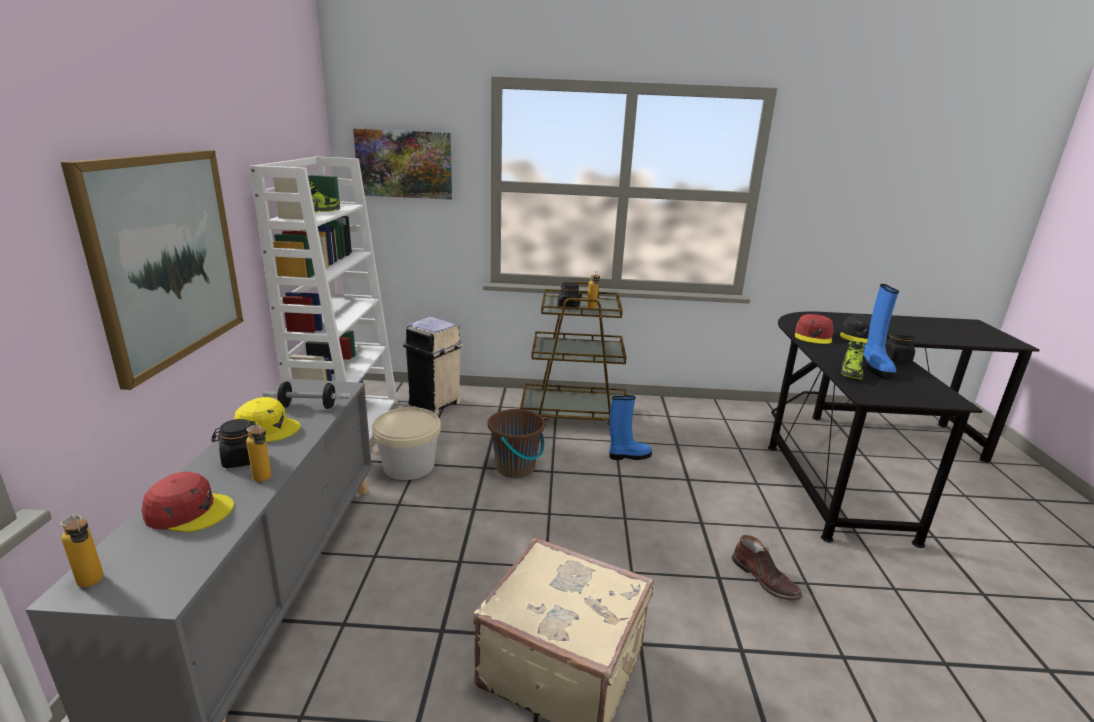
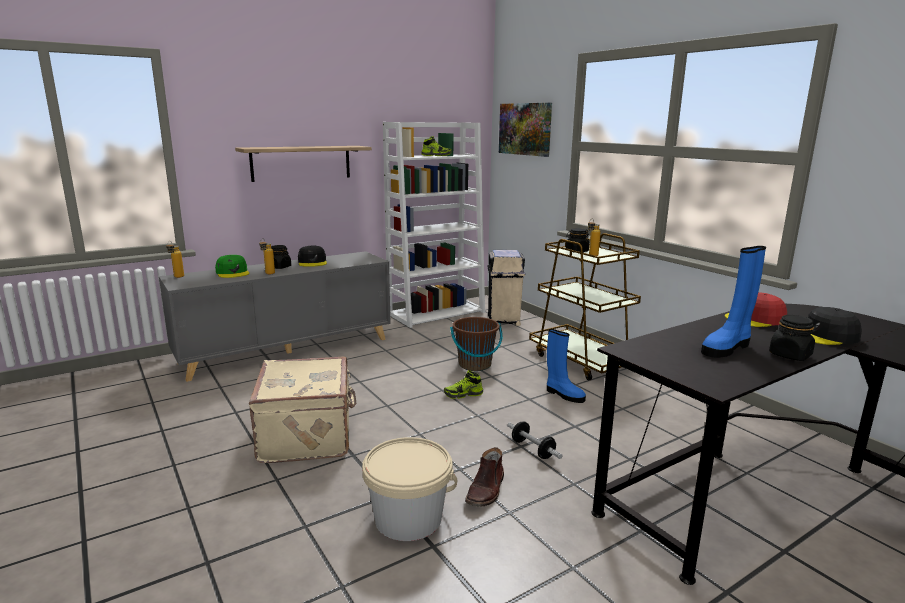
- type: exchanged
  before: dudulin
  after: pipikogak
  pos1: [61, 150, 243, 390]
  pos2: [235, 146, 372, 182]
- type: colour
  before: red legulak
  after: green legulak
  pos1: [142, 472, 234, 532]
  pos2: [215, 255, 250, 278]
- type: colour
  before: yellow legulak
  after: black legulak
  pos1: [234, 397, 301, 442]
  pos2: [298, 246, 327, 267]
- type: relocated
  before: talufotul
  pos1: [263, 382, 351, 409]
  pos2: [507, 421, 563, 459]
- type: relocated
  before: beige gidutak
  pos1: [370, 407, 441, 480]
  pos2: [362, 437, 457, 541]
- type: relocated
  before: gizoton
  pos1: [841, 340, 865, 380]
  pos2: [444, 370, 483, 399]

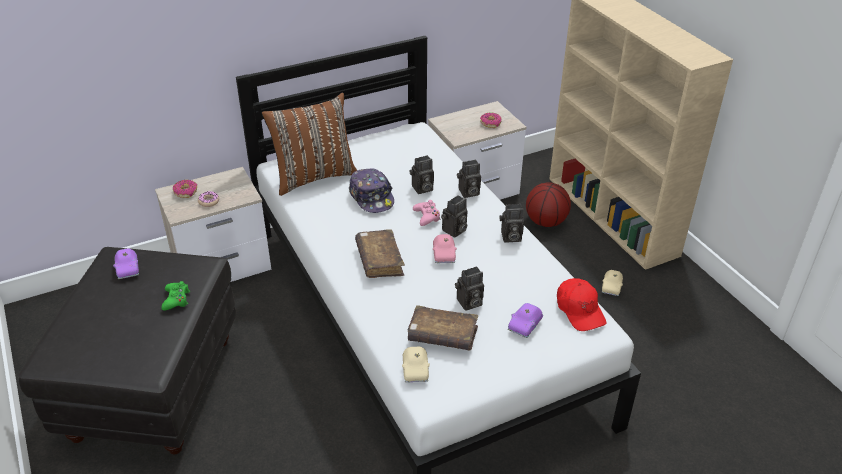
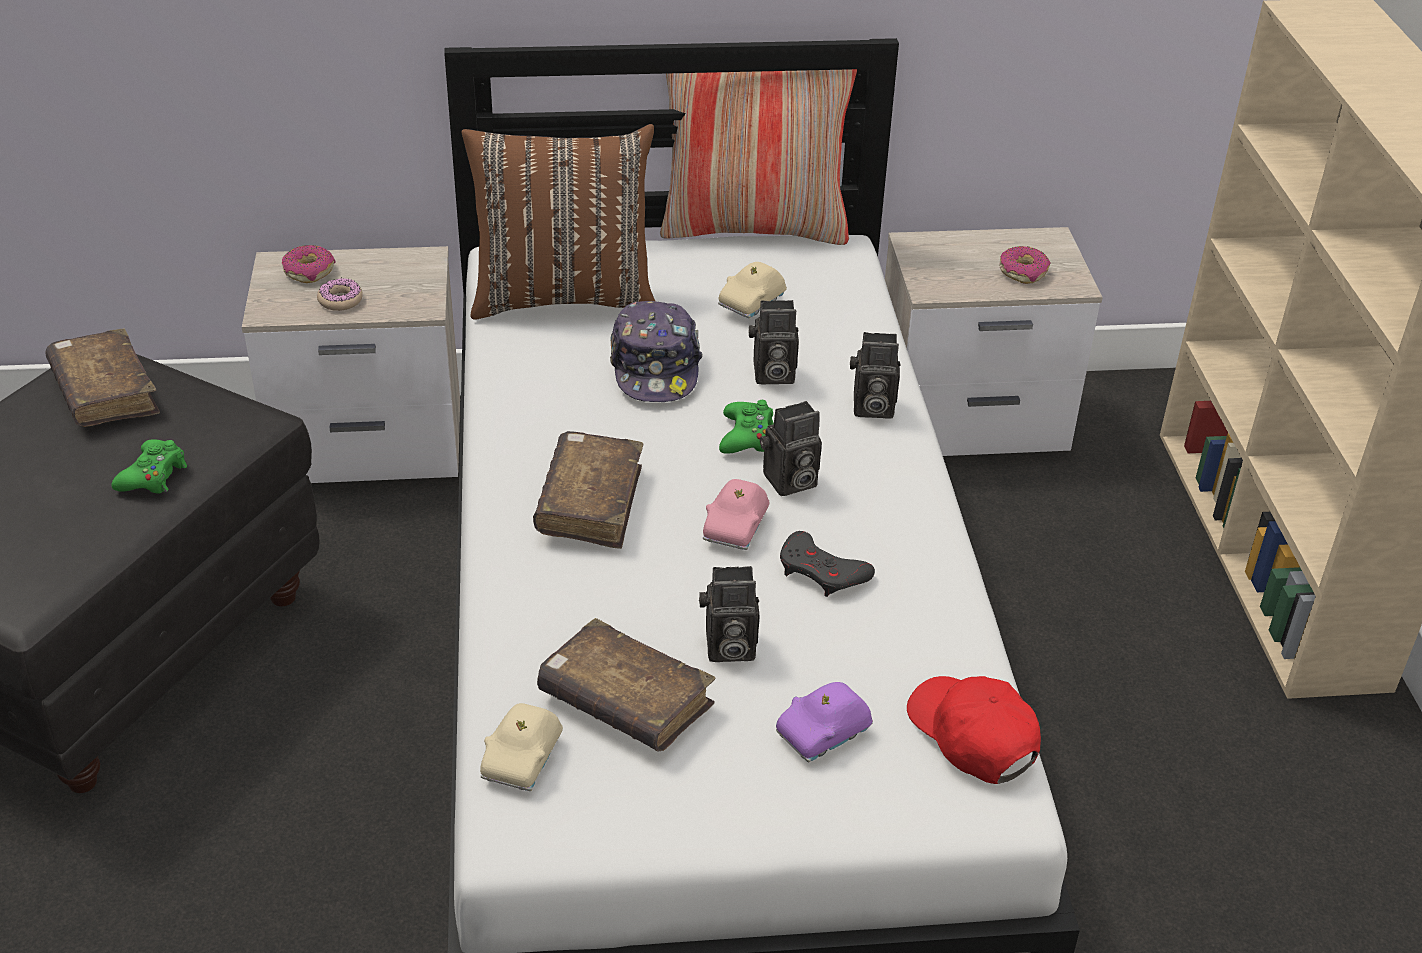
- type: exchanged
  before: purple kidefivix
  after: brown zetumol
  pos1: [113, 248, 139, 279]
  pos2: [45, 328, 160, 427]
- type: colour
  before: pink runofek
  after: green runofek
  pos1: [413, 200, 441, 226]
  pos2: [719, 400, 774, 454]
- type: missing
  before: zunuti
  pos1: [500, 204, 524, 243]
- type: missing
  before: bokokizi
  pos1: [526, 182, 571, 227]
- type: spun
  before: red legulak
  pos1: [557, 278, 606, 331]
  pos2: [907, 676, 1041, 784]
  turn: 150
- type: relocated
  before: beige kidefivix
  pos1: [602, 270, 623, 296]
  pos2: [718, 262, 787, 318]
- type: appeared
  after: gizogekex
  pos2: [660, 69, 857, 245]
- type: appeared
  after: grey runofek
  pos2: [780, 531, 875, 597]

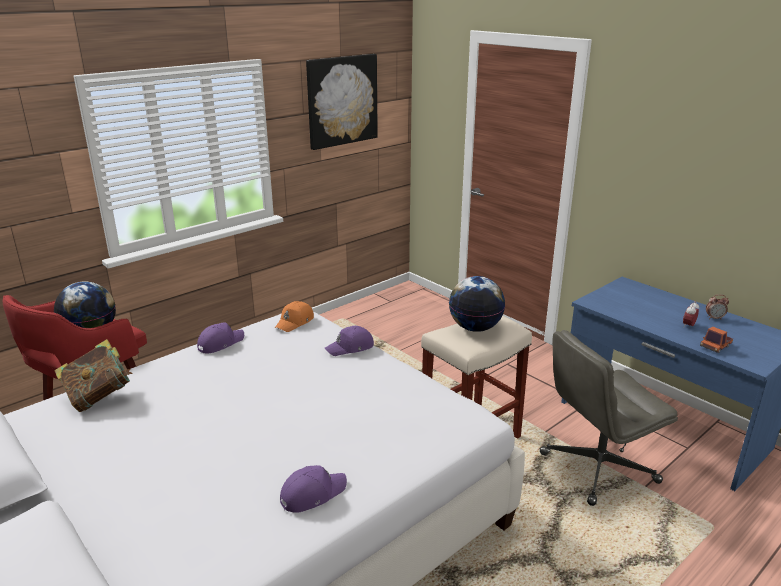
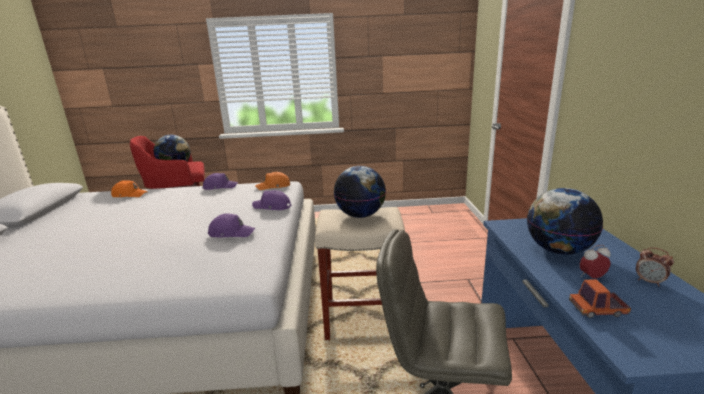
- type: exchanged
  before: zetumol
  after: orange legulak
  pos1: [54, 339, 133, 412]
  pos2: [111, 180, 148, 197]
- type: relocated
  before: purple legulak
  pos1: [280, 465, 347, 513]
  pos2: [208, 214, 255, 237]
- type: missing
  before: dudulin
  pos1: [306, 54, 378, 150]
- type: appeared
  after: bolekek
  pos2: [527, 188, 603, 255]

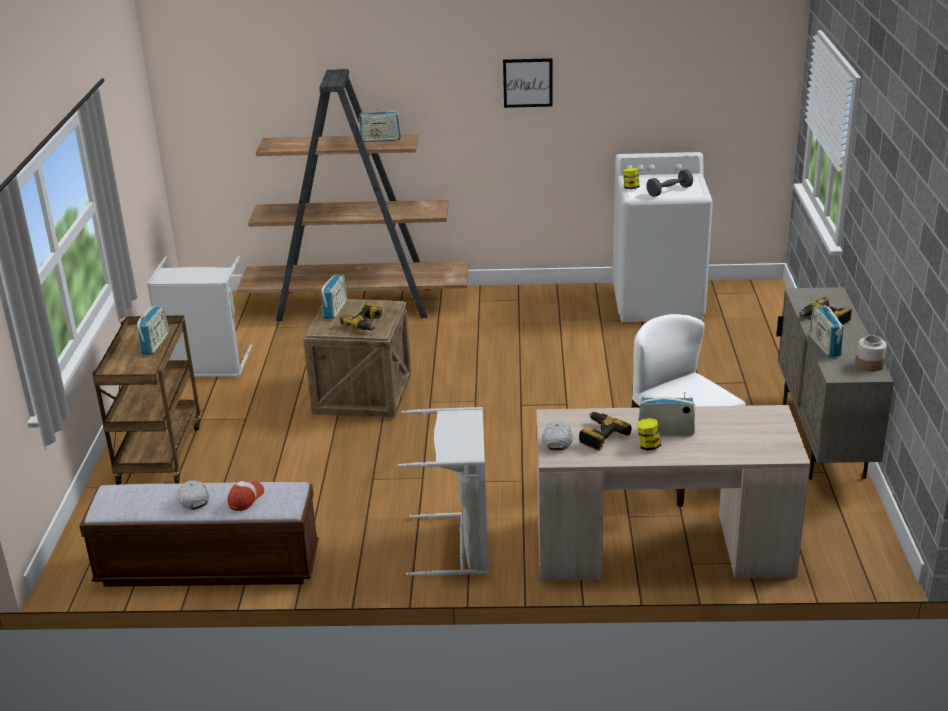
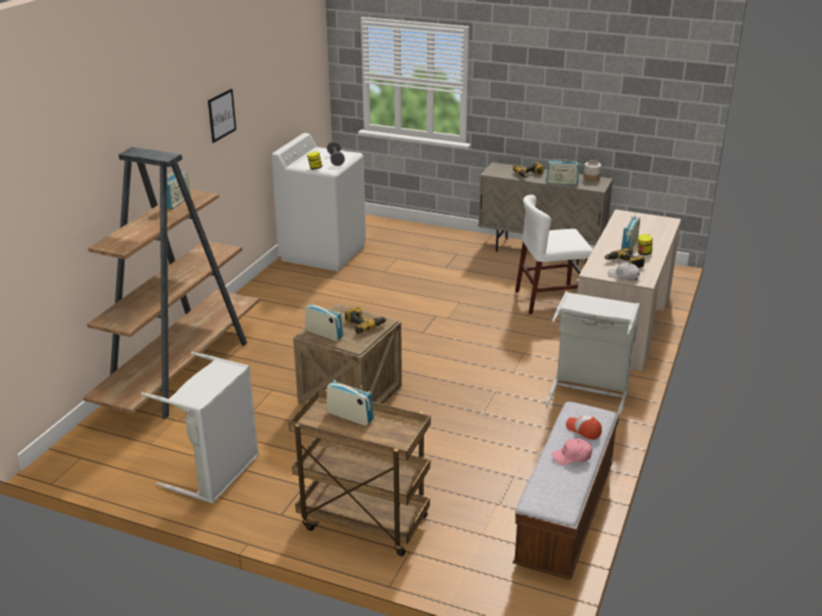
- type: colour
  before: white legulak
  after: pink legulak
  pos1: [176, 480, 209, 510]
  pos2: [552, 438, 592, 465]

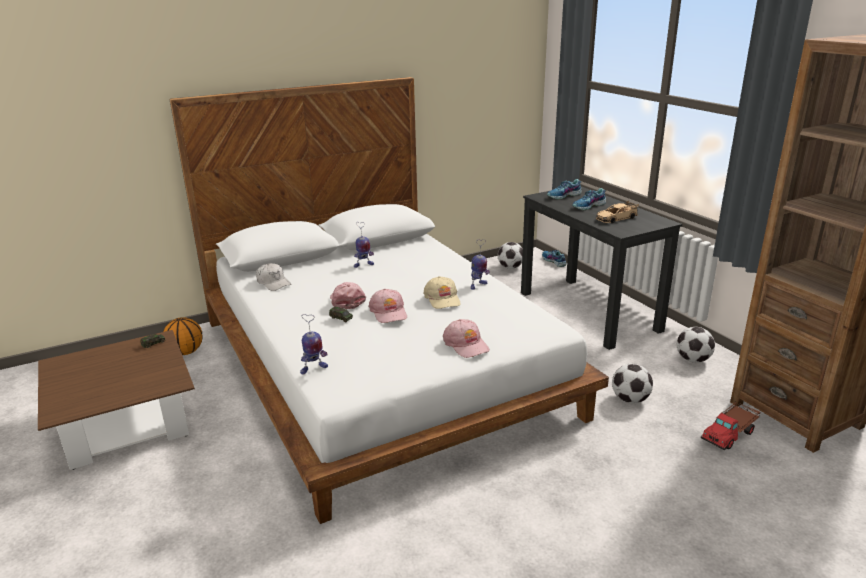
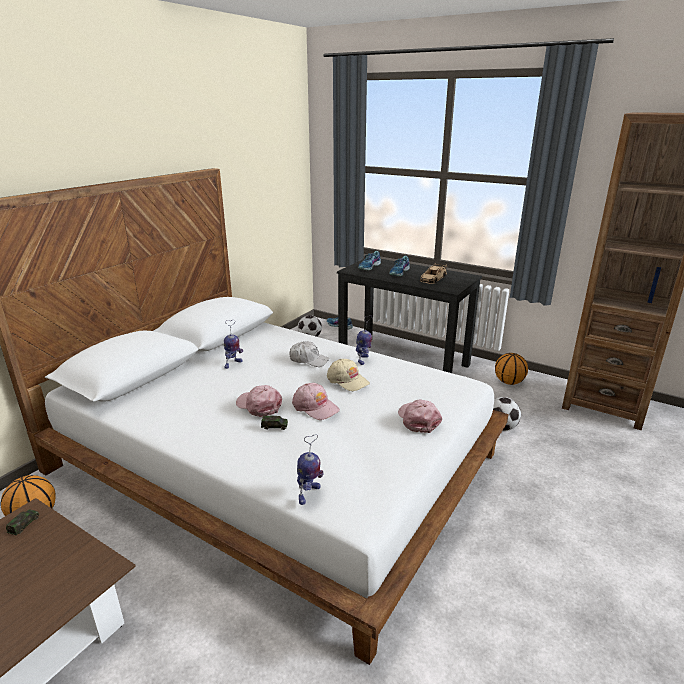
- type: relocated
  before: white legulak
  pos1: [256, 263, 291, 291]
  pos2: [289, 341, 329, 367]
- type: spun
  before: pink legulak
  pos1: [443, 319, 490, 358]
  pos2: [398, 399, 442, 433]
  turn: -135
- type: exchanged
  before: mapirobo
  after: bokokizi
  pos1: [677, 327, 715, 363]
  pos2: [495, 353, 528, 385]
- type: missing
  before: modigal
  pos1: [701, 402, 760, 450]

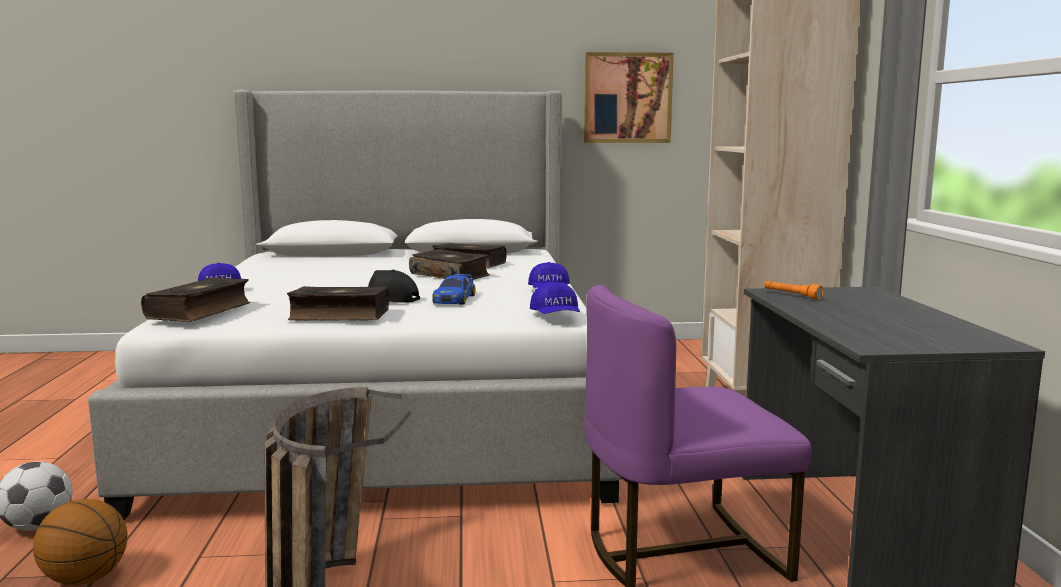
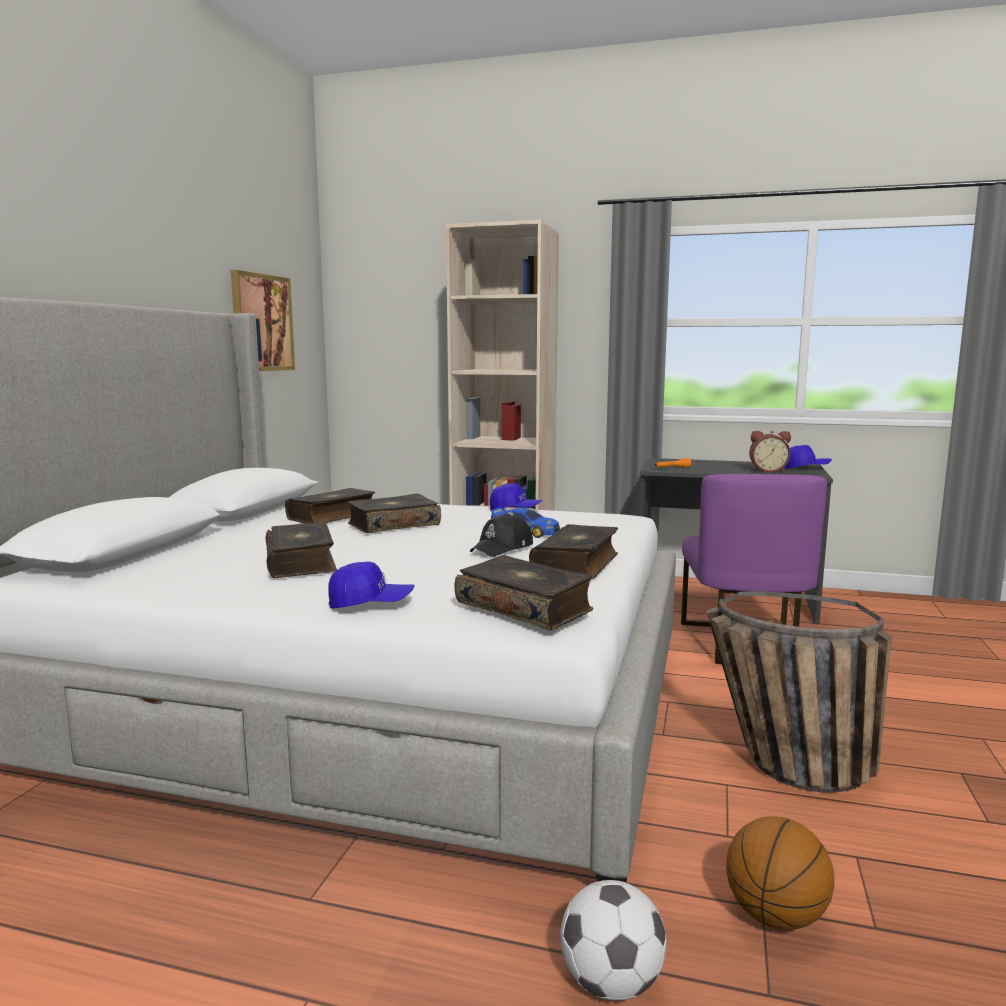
- type: relocated
  before: blue legulak
  pos1: [530, 282, 580, 314]
  pos2: [784, 445, 832, 469]
- type: appeared
  after: zetumol
  pos2: [266, 522, 337, 578]
- type: appeared
  after: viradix
  pos2: [749, 431, 791, 472]

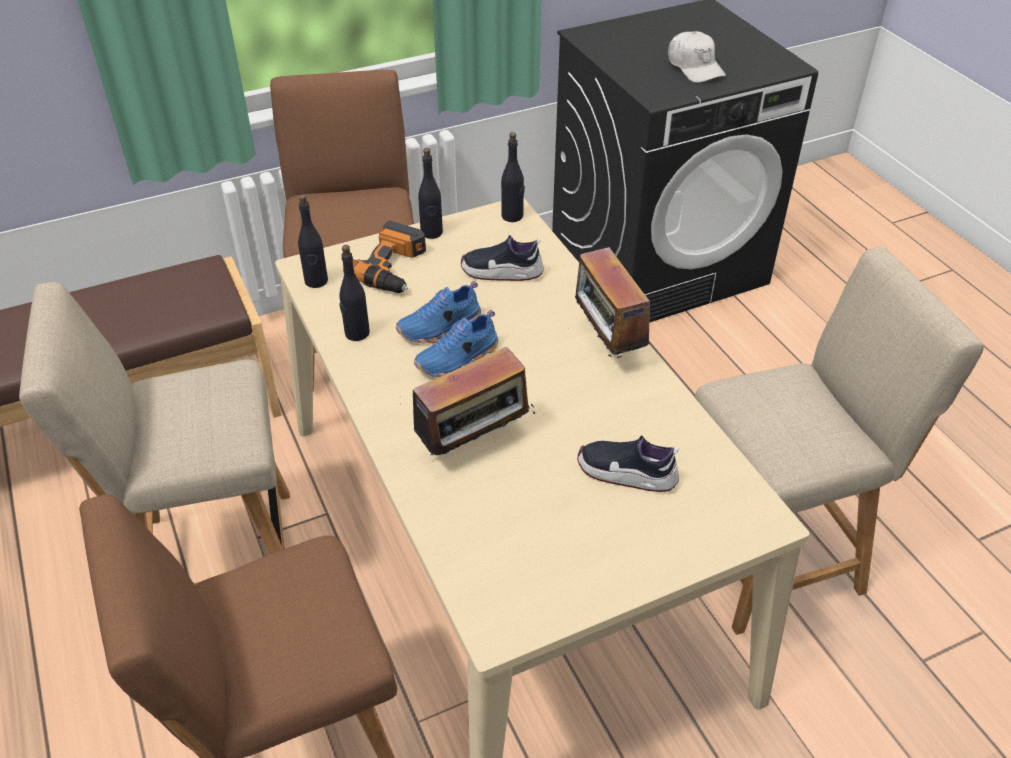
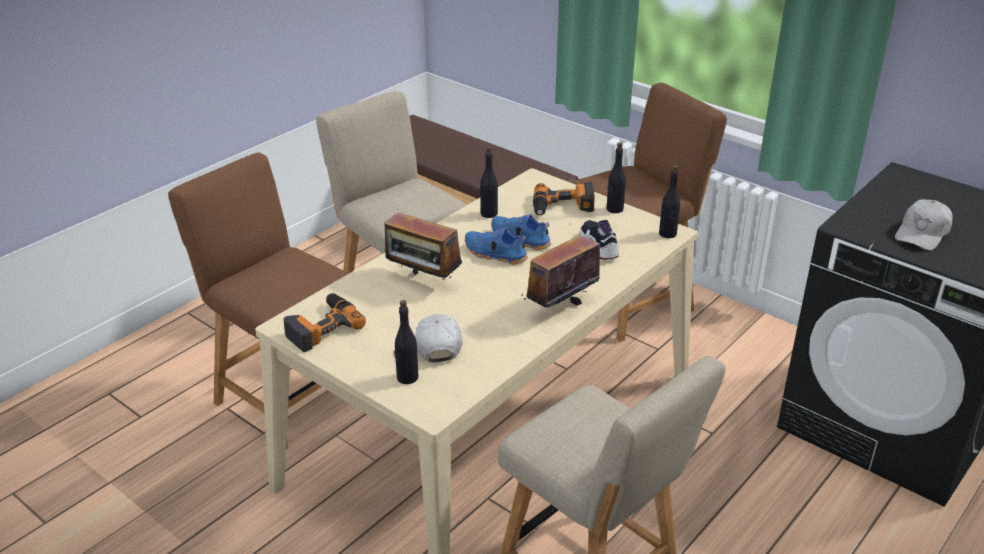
- type: relocated
  before: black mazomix
  pos1: [298, 194, 328, 288]
  pos2: [394, 300, 418, 384]
- type: exchanged
  before: gizoton
  after: white legulak
  pos1: [577, 435, 679, 492]
  pos2: [415, 314, 463, 362]
- type: appeared
  after: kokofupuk
  pos2: [283, 293, 366, 352]

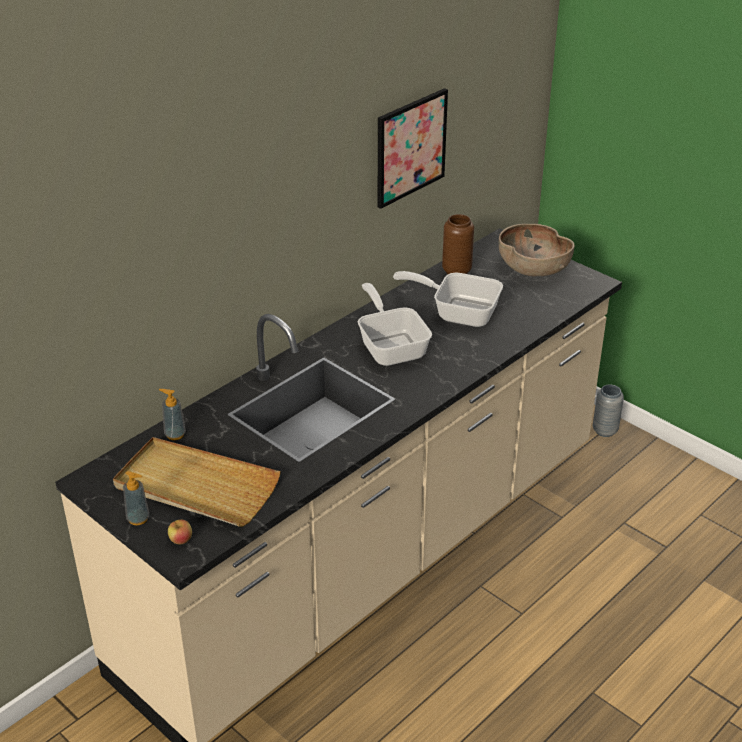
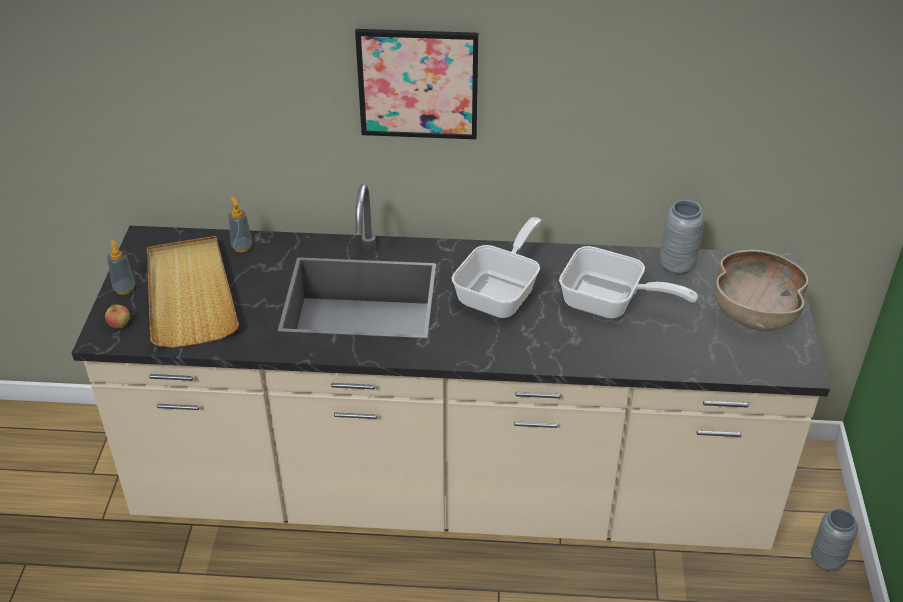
- type: relocated
  before: dudulin
  pos1: [378, 88, 448, 209]
  pos2: [355, 29, 478, 139]
- type: spun
  before: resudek
  pos1: [393, 271, 503, 327]
  pos2: [559, 246, 698, 319]
  turn: 135
- type: colour
  before: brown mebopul
  after: grey mebopul
  pos1: [442, 214, 474, 274]
  pos2: [659, 200, 705, 275]

